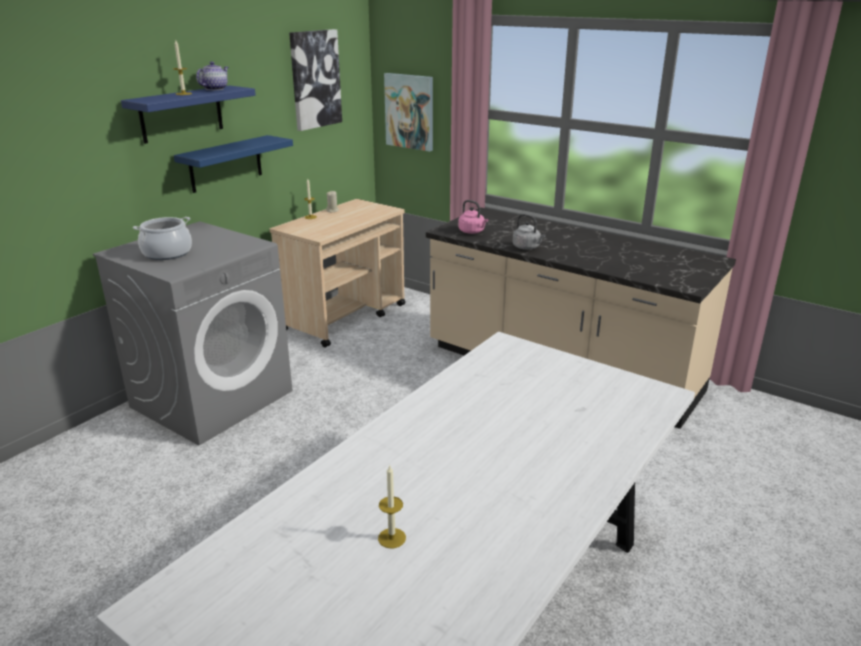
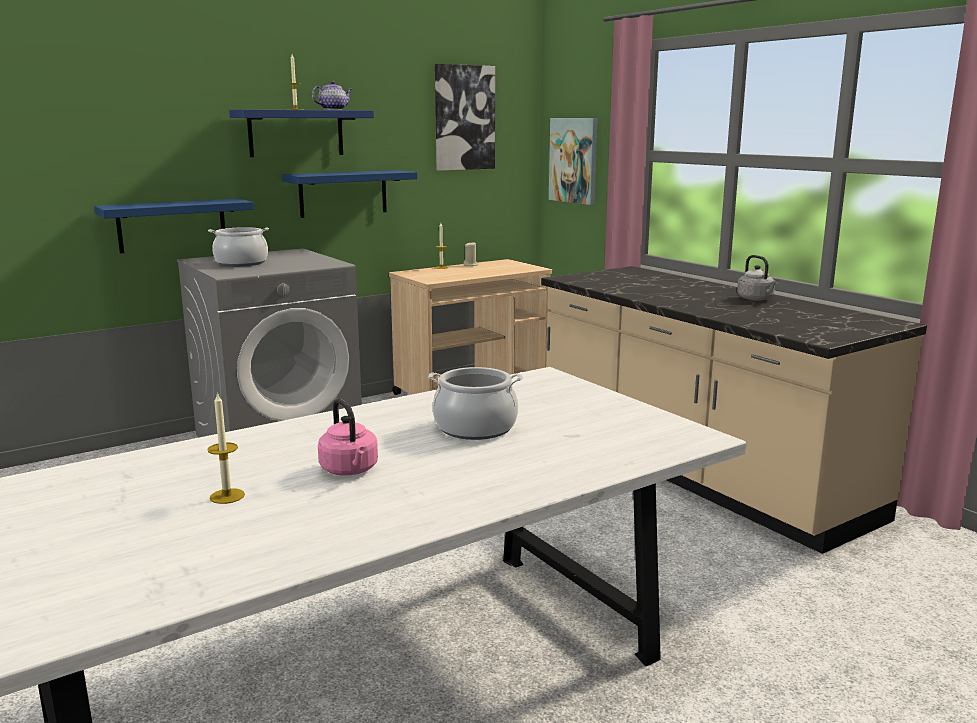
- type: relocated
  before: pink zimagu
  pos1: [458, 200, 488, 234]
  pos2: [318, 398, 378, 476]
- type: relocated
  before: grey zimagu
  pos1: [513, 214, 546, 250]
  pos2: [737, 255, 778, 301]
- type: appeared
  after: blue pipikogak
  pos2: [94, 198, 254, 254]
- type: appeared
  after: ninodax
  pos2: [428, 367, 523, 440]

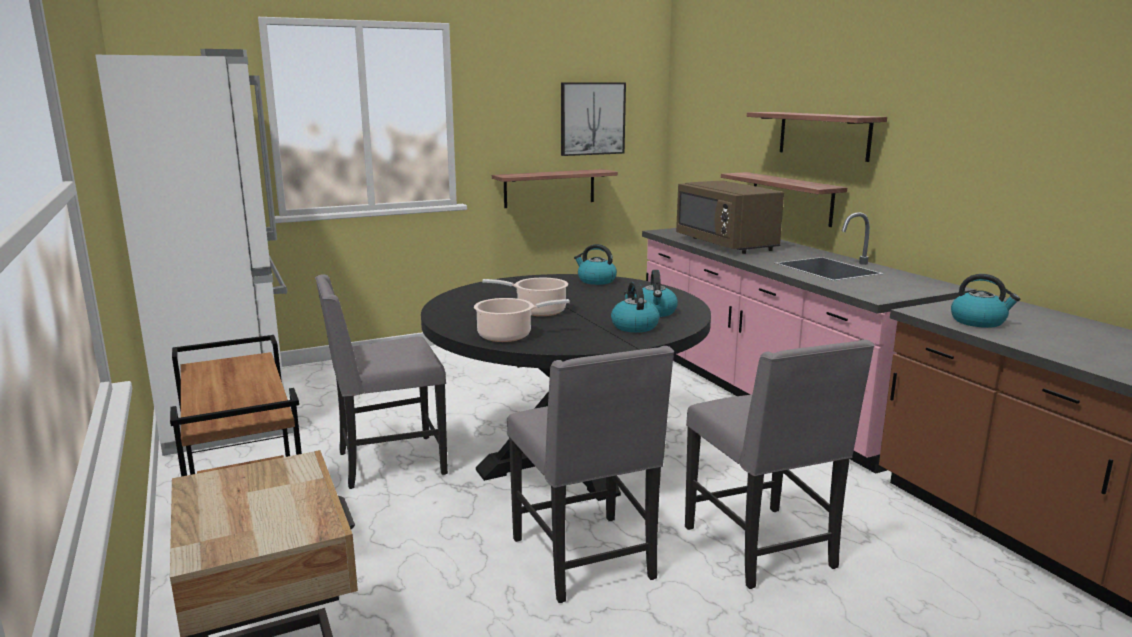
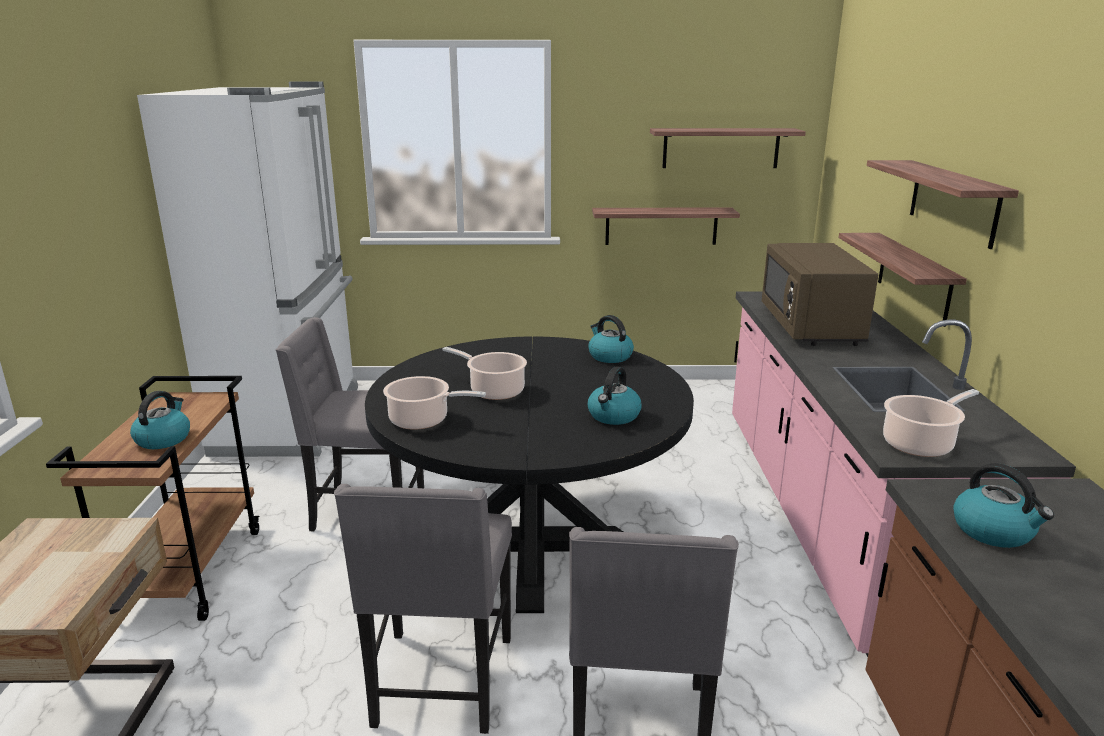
- type: exchanged
  before: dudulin
  after: pipikogak
  pos1: [561, 82, 626, 156]
  pos2: [650, 128, 806, 168]
- type: relocated
  before: zimagu
  pos1: [611, 282, 660, 332]
  pos2: [130, 391, 190, 449]
- type: appeared
  after: ninodax
  pos2: [883, 389, 979, 457]

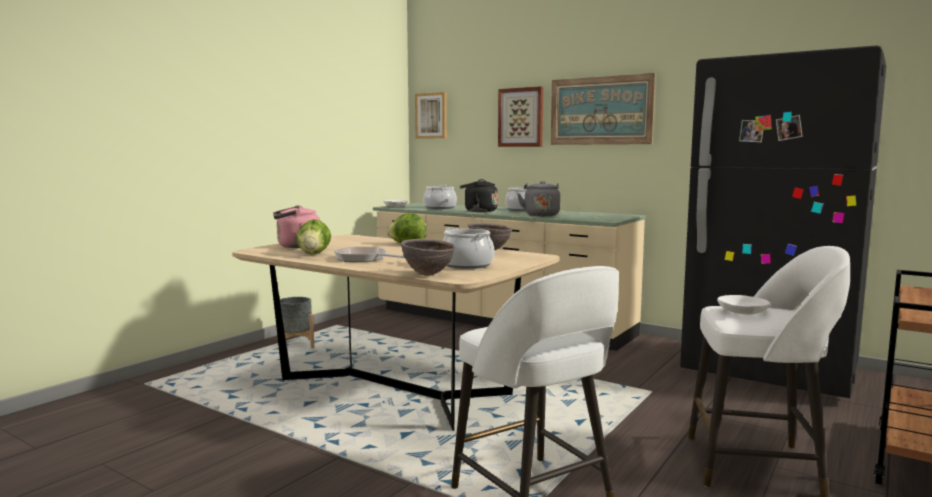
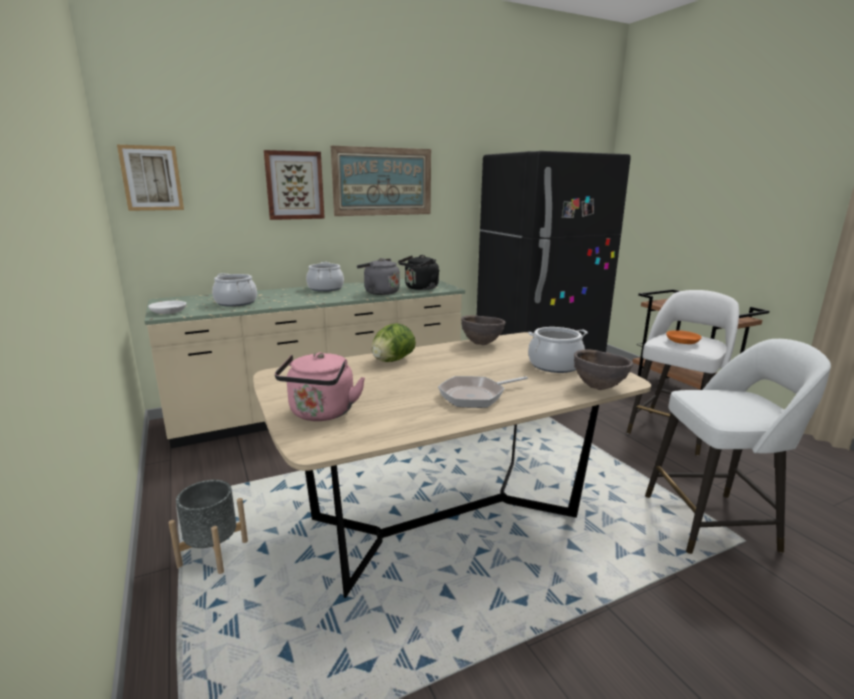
- type: missing
  before: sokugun
  pos1: [296, 219, 331, 255]
- type: relocated
  before: black zimagu
  pos1: [460, 179, 498, 212]
  pos2: [398, 255, 439, 290]
- type: colour
  before: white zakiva
  after: orange zakiva
  pos1: [717, 295, 770, 315]
  pos2: [666, 330, 702, 344]

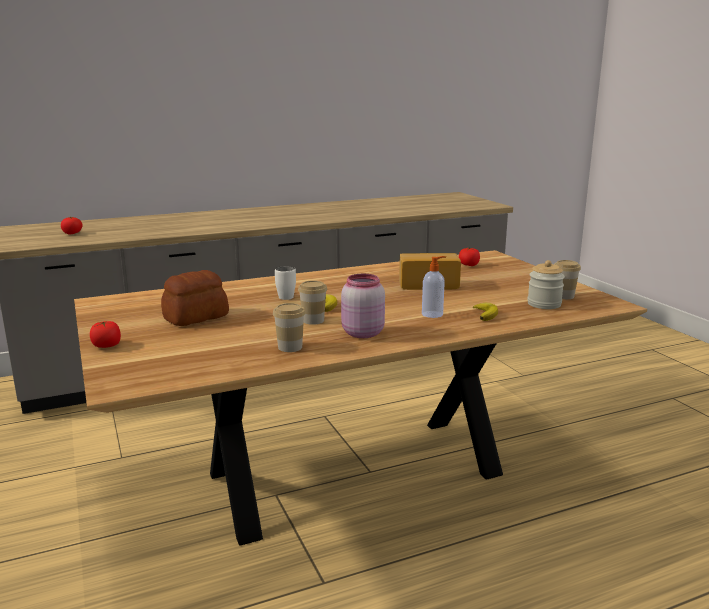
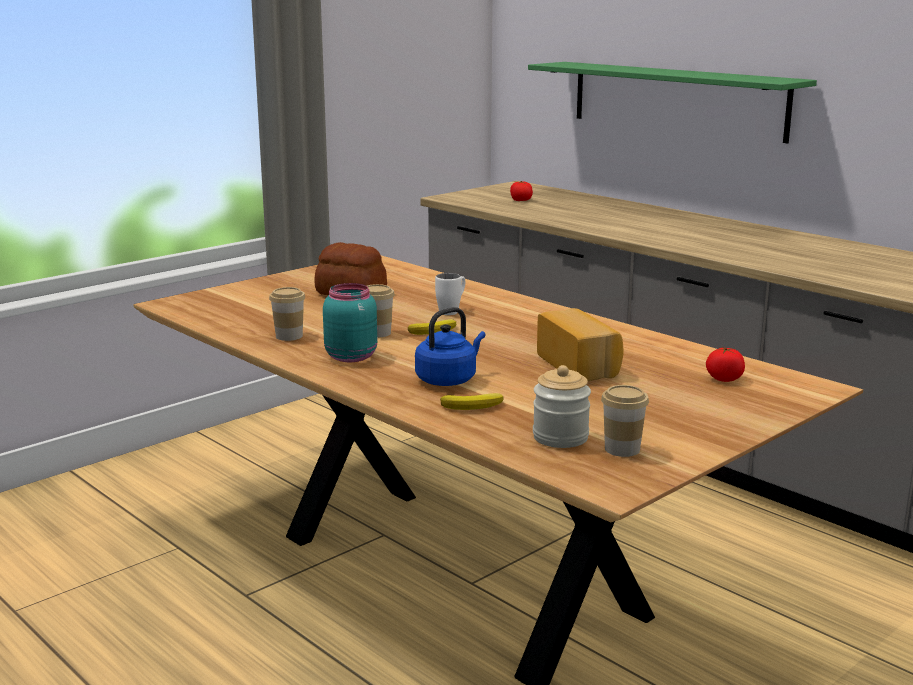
- type: missing
  before: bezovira
  pos1: [90, 321, 121, 348]
- type: colour
  before: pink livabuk
  after: turquoise livabuk
  pos1: [341, 274, 385, 338]
  pos2: [323, 283, 377, 362]
- type: exchanged
  before: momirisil
  after: blue zimagu
  pos1: [422, 256, 446, 318]
  pos2: [415, 307, 485, 386]
- type: appeared
  after: green pipikogak
  pos2: [528, 62, 817, 143]

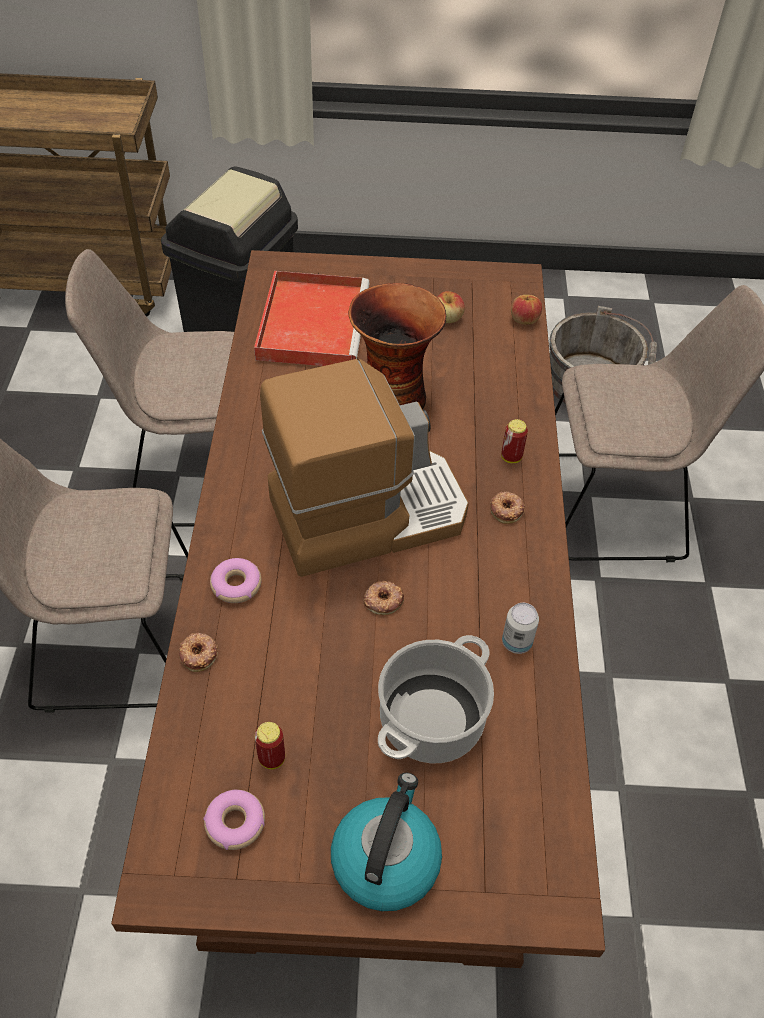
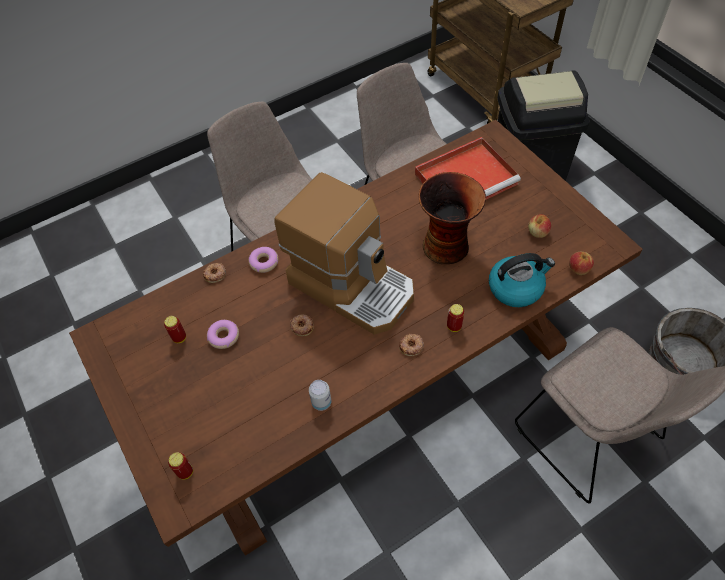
- type: relocated
  before: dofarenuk
  pos1: [203, 790, 265, 850]
  pos2: [207, 320, 239, 349]
- type: relocated
  before: zimagu
  pos1: [331, 773, 442, 911]
  pos2: [489, 253, 555, 307]
- type: missing
  before: ninodax
  pos1: [378, 635, 494, 763]
- type: appeared
  after: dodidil
  pos2: [168, 452, 193, 480]

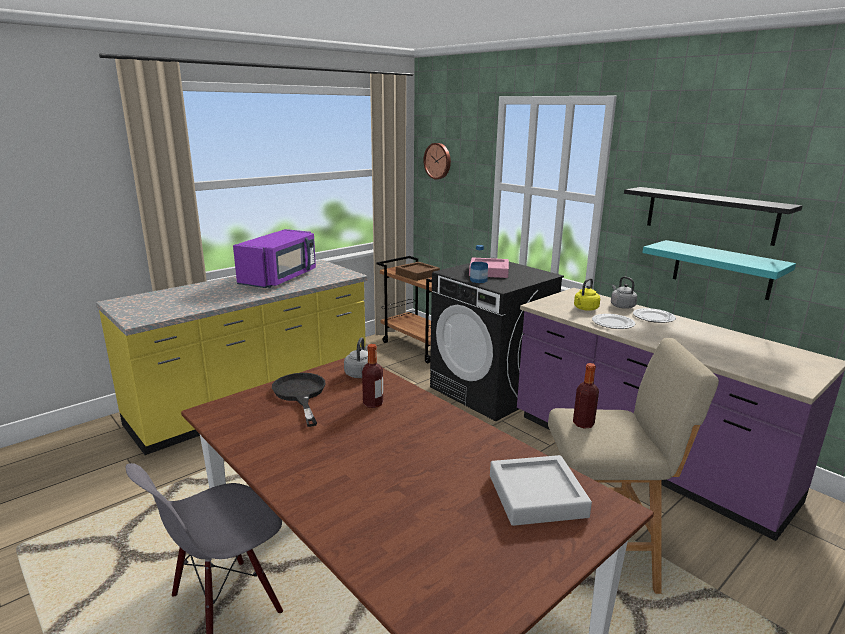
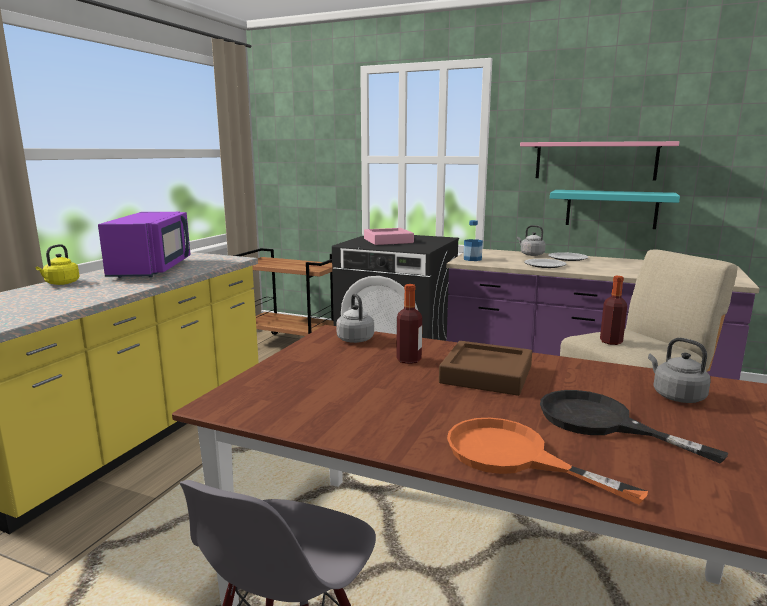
- type: relocated
  before: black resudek
  pos1: [272, 373, 325, 427]
  pos2: [540, 390, 728, 463]
- type: relocated
  before: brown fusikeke
  pos1: [396, 262, 440, 281]
  pos2: [439, 341, 532, 396]
- type: missing
  before: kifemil
  pos1: [423, 143, 451, 179]
- type: relocated
  before: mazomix
  pos1: [470, 245, 488, 283]
  pos2: [464, 220, 483, 261]
- type: exchanged
  before: grey fusikeke
  after: grey zimagu
  pos1: [490, 455, 592, 526]
  pos2: [648, 338, 711, 403]
- type: relocated
  before: yellow zimagu
  pos1: [574, 278, 600, 311]
  pos2: [36, 244, 80, 285]
- type: colour
  before: black pipikogak
  after: pink pipikogak
  pos1: [624, 187, 802, 246]
  pos2: [520, 141, 679, 180]
- type: appeared
  after: orange resudek
  pos2: [447, 418, 648, 505]

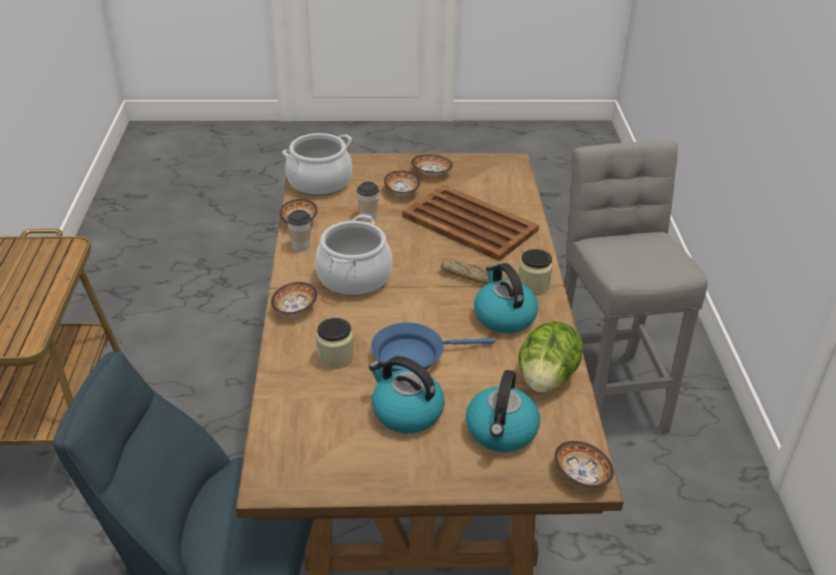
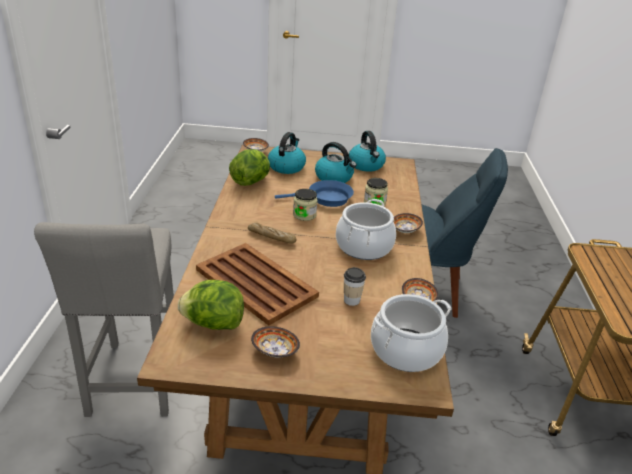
- type: missing
  before: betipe
  pos1: [287, 210, 311, 251]
- type: missing
  before: zakiva
  pos1: [384, 170, 420, 195]
- type: relocated
  before: zimagu
  pos1: [474, 263, 538, 333]
  pos2: [349, 131, 386, 172]
- type: relocated
  before: livabuk
  pos1: [519, 249, 553, 294]
  pos2: [293, 189, 318, 221]
- type: appeared
  after: sokugun
  pos2: [178, 280, 244, 330]

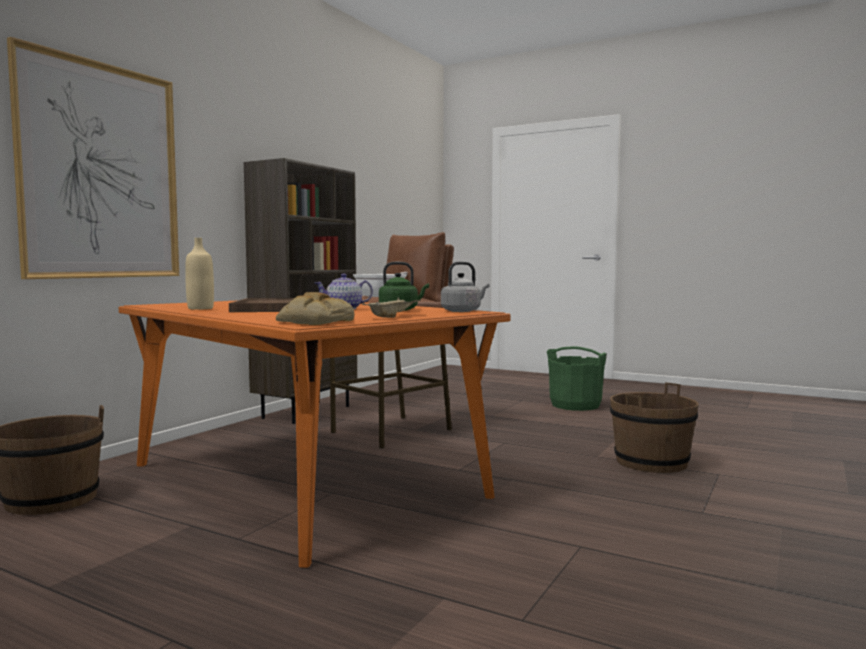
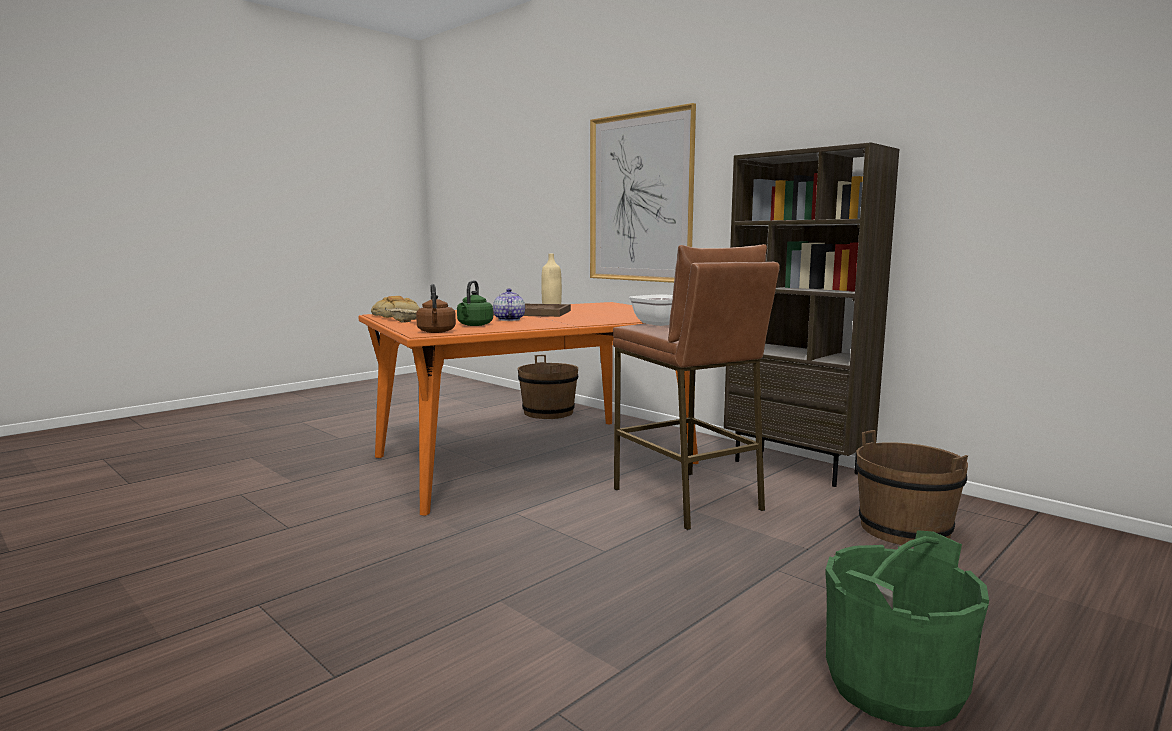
- type: colour
  before: grey zimagu
  after: brown zimagu
  pos1: [441, 262, 489, 312]
  pos2: [416, 284, 456, 333]
- type: relocated
  before: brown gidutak
  pos1: [610, 382, 699, 473]
  pos2: [856, 430, 968, 545]

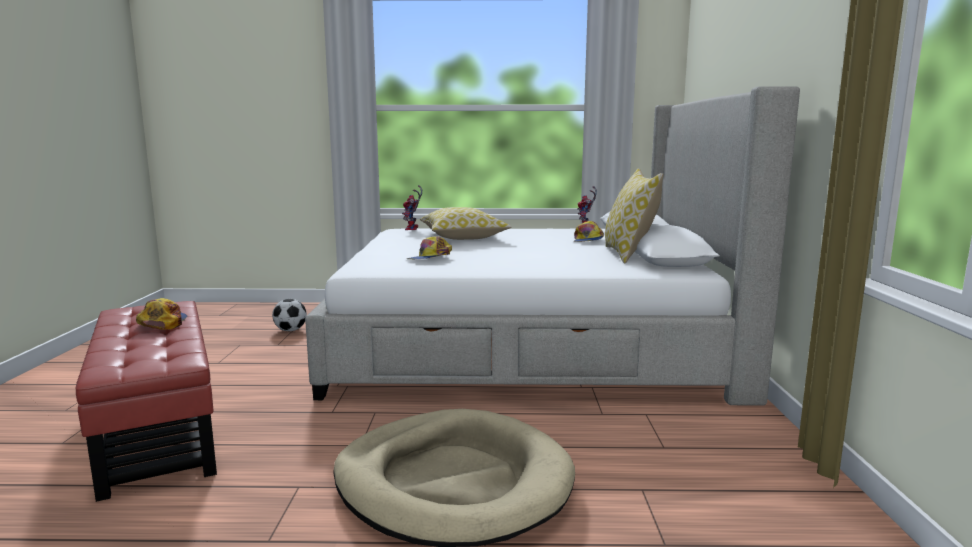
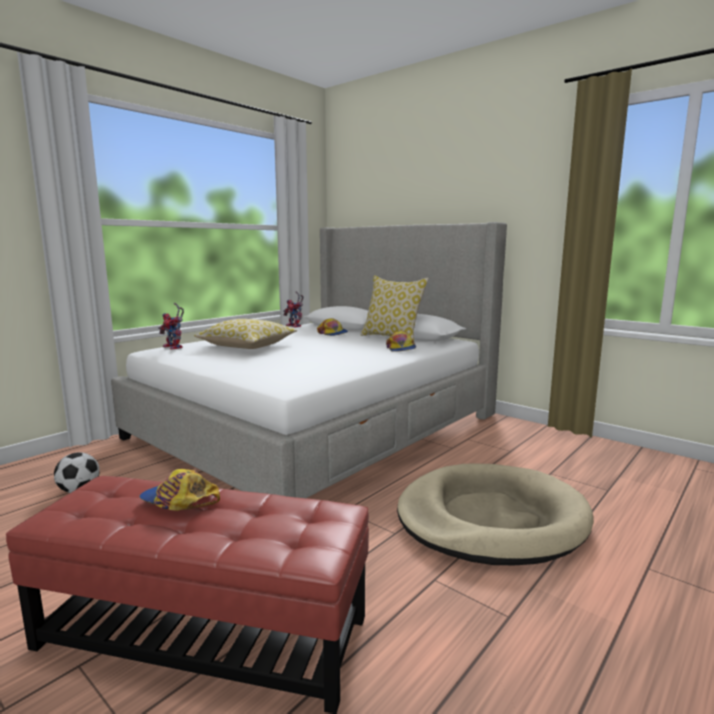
- type: relocated
  before: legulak
  pos1: [407, 236, 452, 259]
  pos2: [386, 331, 416, 352]

